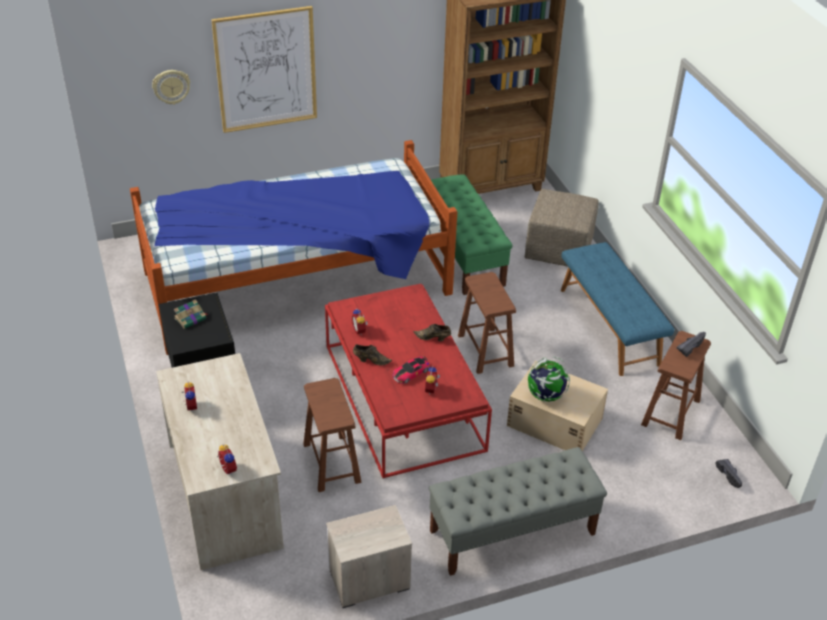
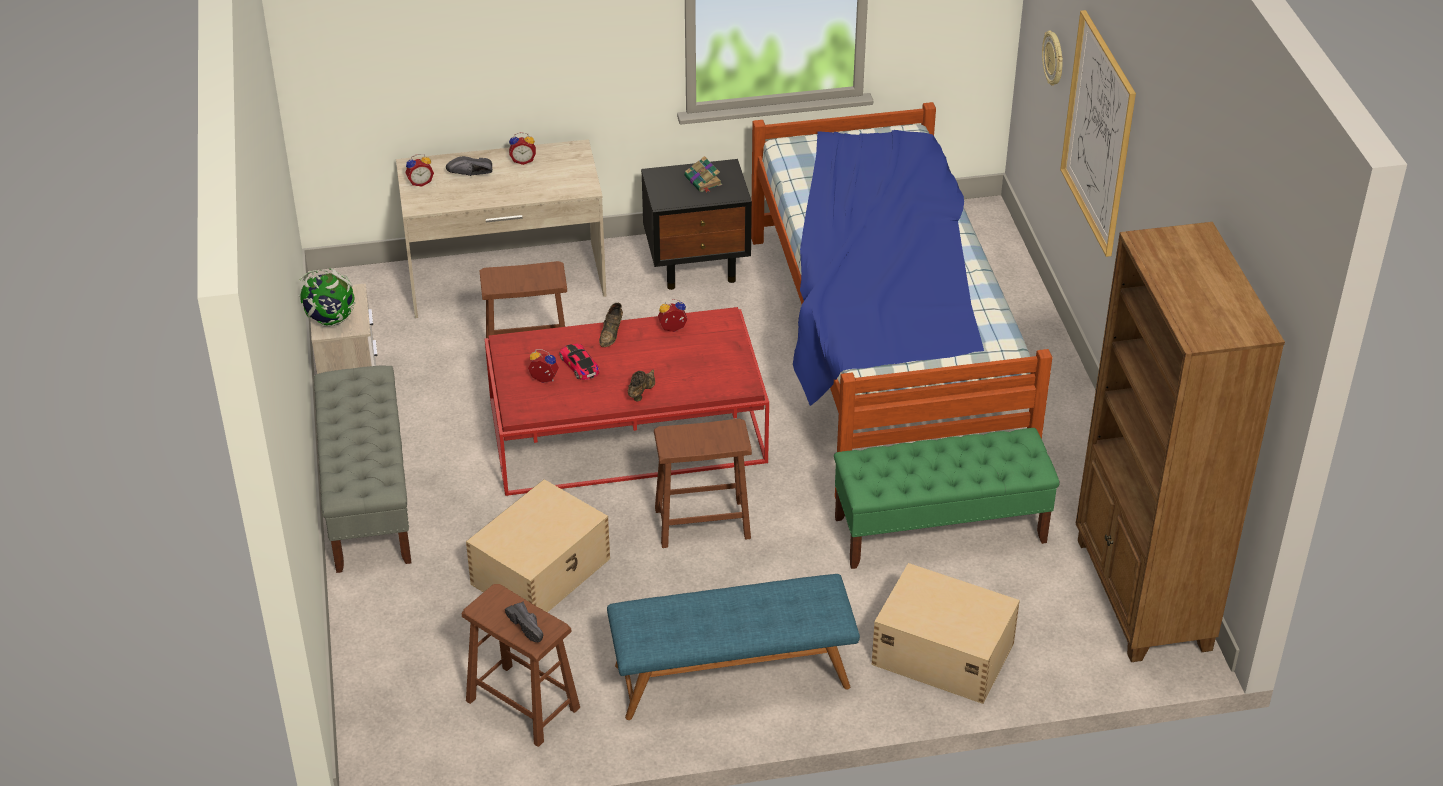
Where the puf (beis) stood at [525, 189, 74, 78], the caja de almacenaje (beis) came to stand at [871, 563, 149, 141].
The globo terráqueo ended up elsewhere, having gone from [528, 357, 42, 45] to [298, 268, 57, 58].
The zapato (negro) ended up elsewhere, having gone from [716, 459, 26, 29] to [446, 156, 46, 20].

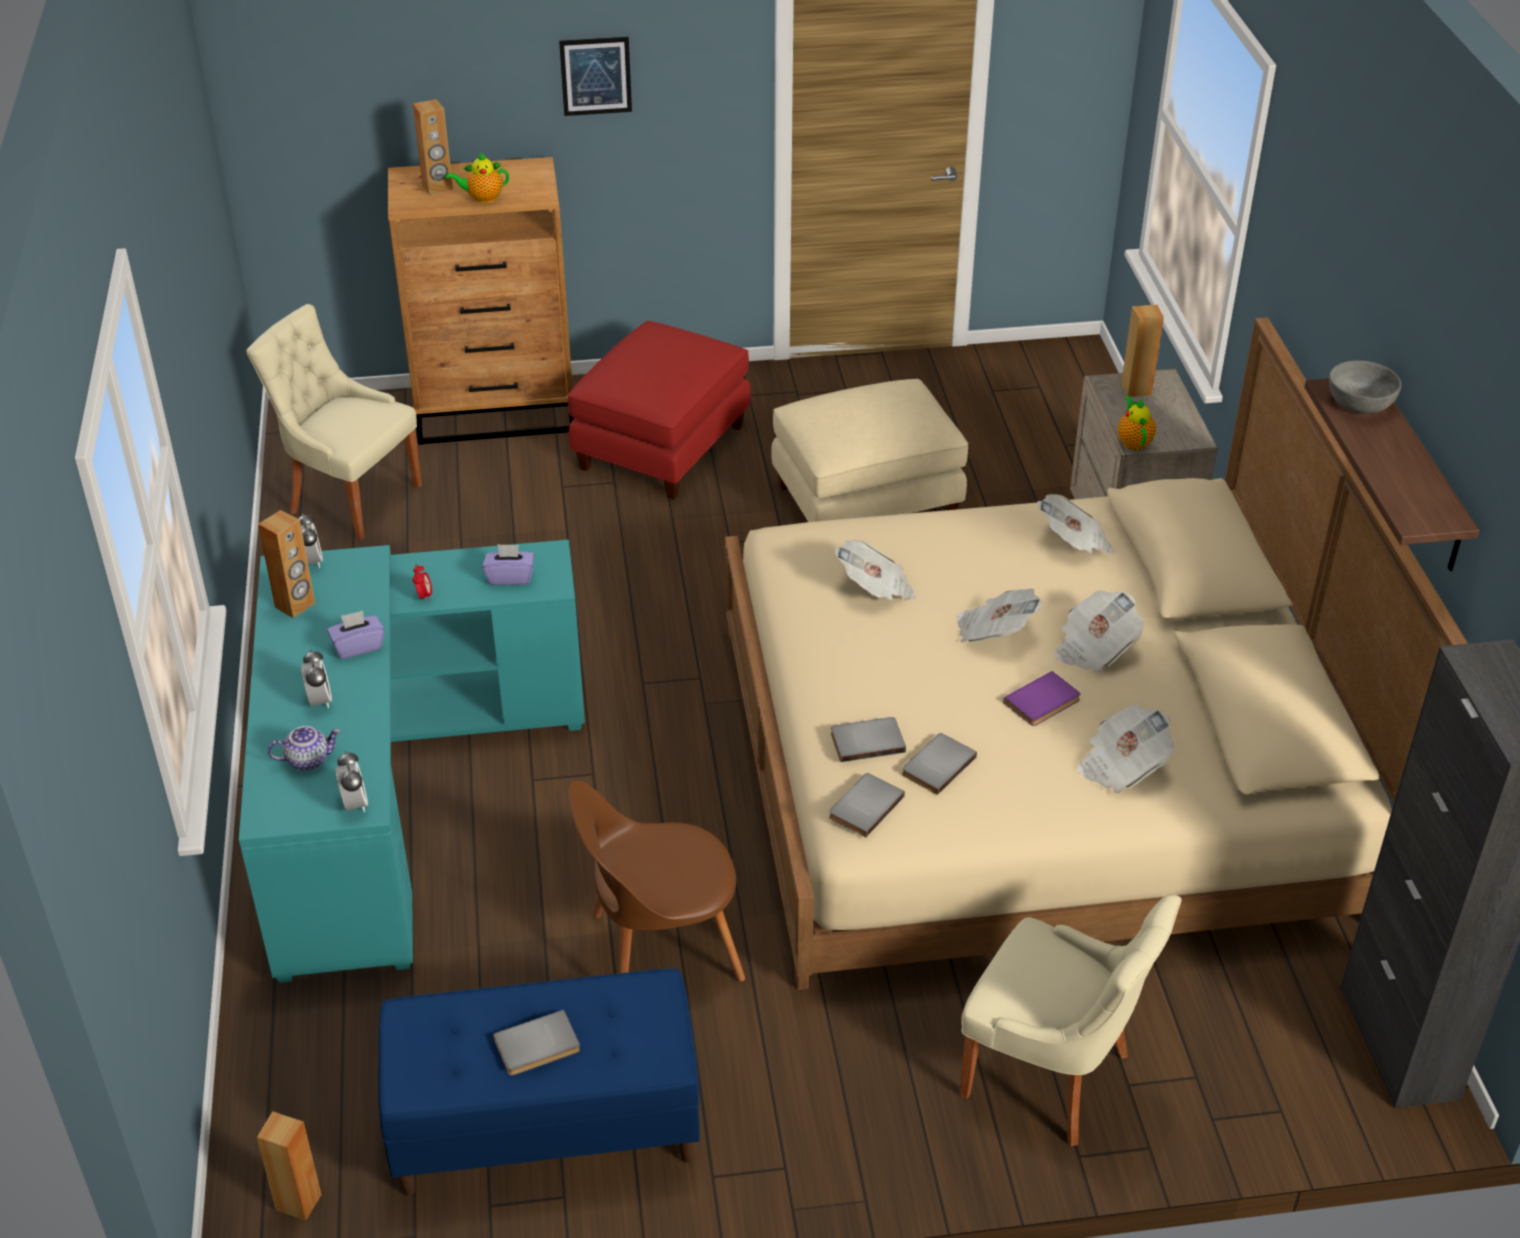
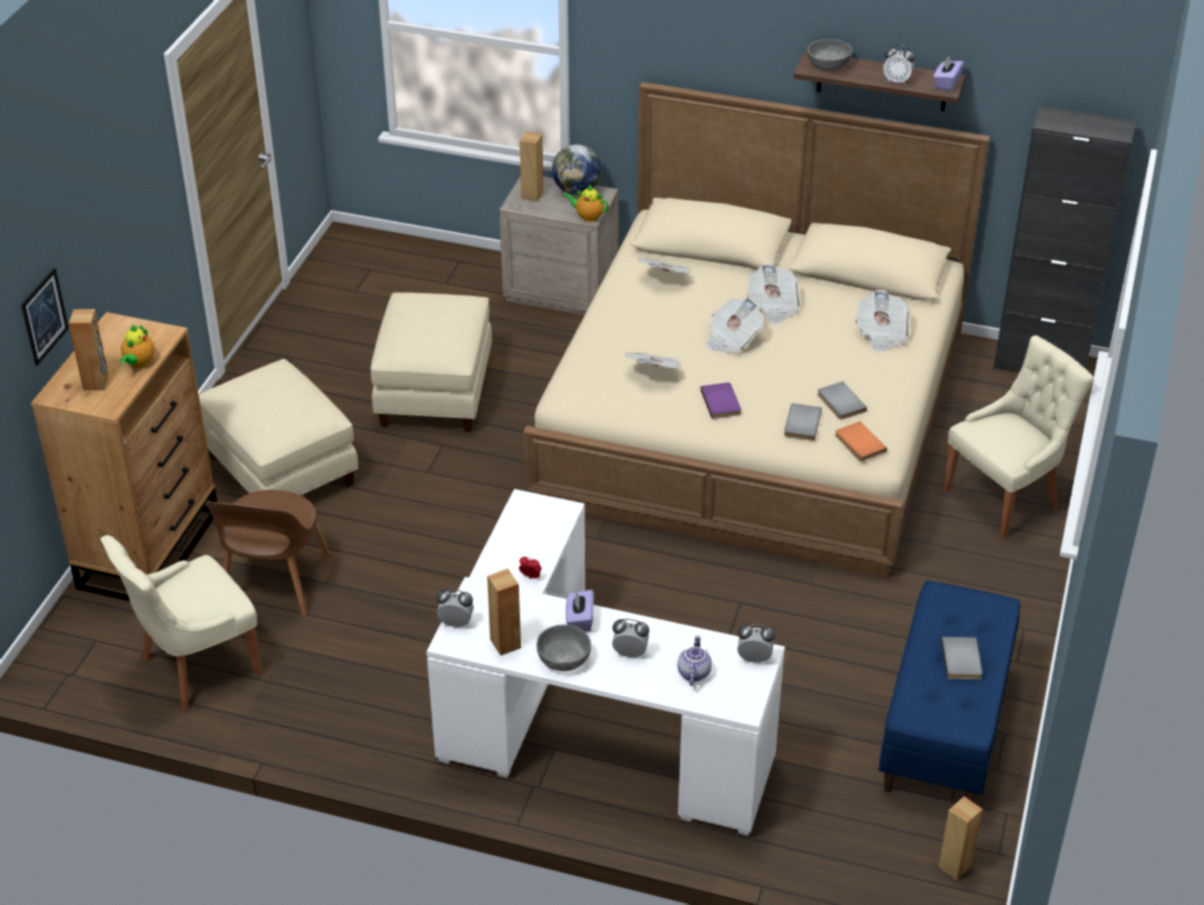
What was the escritorio (turquesa) at [239, 540, 346, 443] turned into the escritorio (blanco) at [427, 489, 358, 346].
The caja de pañuelos (morado) ended up elsewhere, having gone from [482, 544, 52, 41] to [933, 56, 31, 36].
The cuadro ended up elsewhere, having gone from [559, 37, 73, 79] to [21, 268, 48, 98].
What was the puf (rojo) at [568, 321, 183, 179] turned into the puf (beis) at [199, 359, 159, 136].
The silla (marrón) ended up elsewhere, having gone from [568, 781, 177, 201] to [205, 490, 126, 126].
What was the libro (gris) at [829, 773, 76, 64] turned into the libro (naranja) at [835, 421, 52, 40].
The libro (morado) ended up elsewhere, having gone from [1003, 671, 78, 55] to [700, 383, 41, 36].
The second view gained the cuenco (gris) at [537, 625, 54, 46].
The second view gained the globo terráqueo at [552, 144, 50, 51].
The second view gained the despertador at [883, 44, 32, 41].

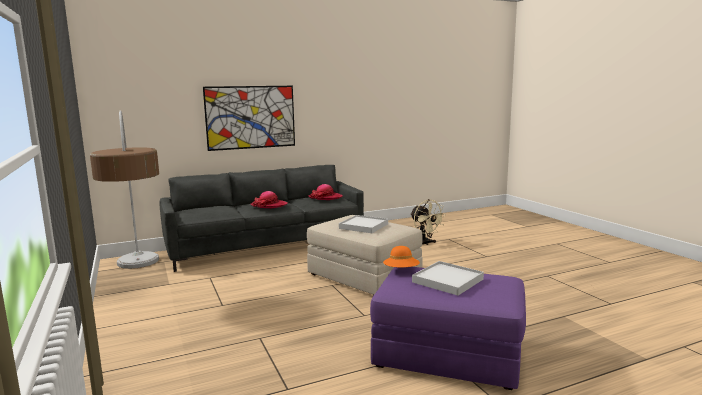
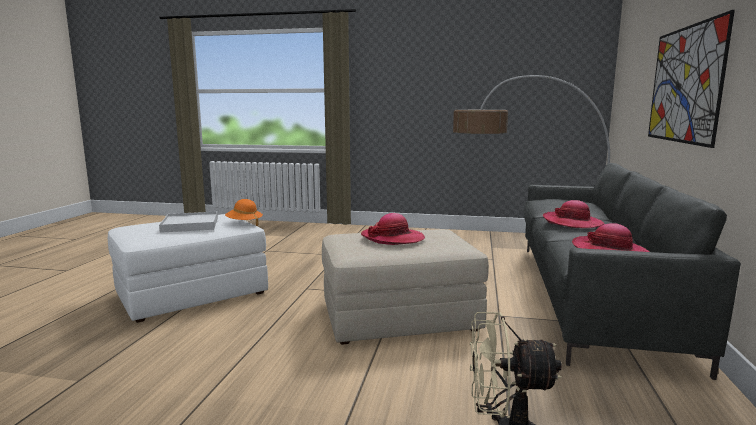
Where the bandeja (blanco) stood at [339, 215, 49, 18], the sombrero came to stand at [361, 213, 64, 32].
What was the puf (morado) at [370, 267, 156, 123] turned into the puf (blanco) at [108, 214, 160, 109].

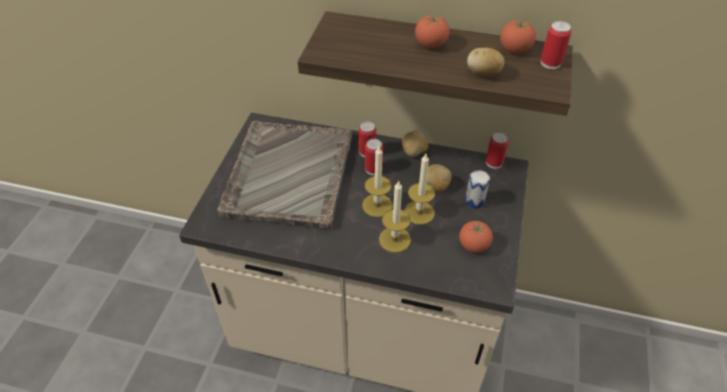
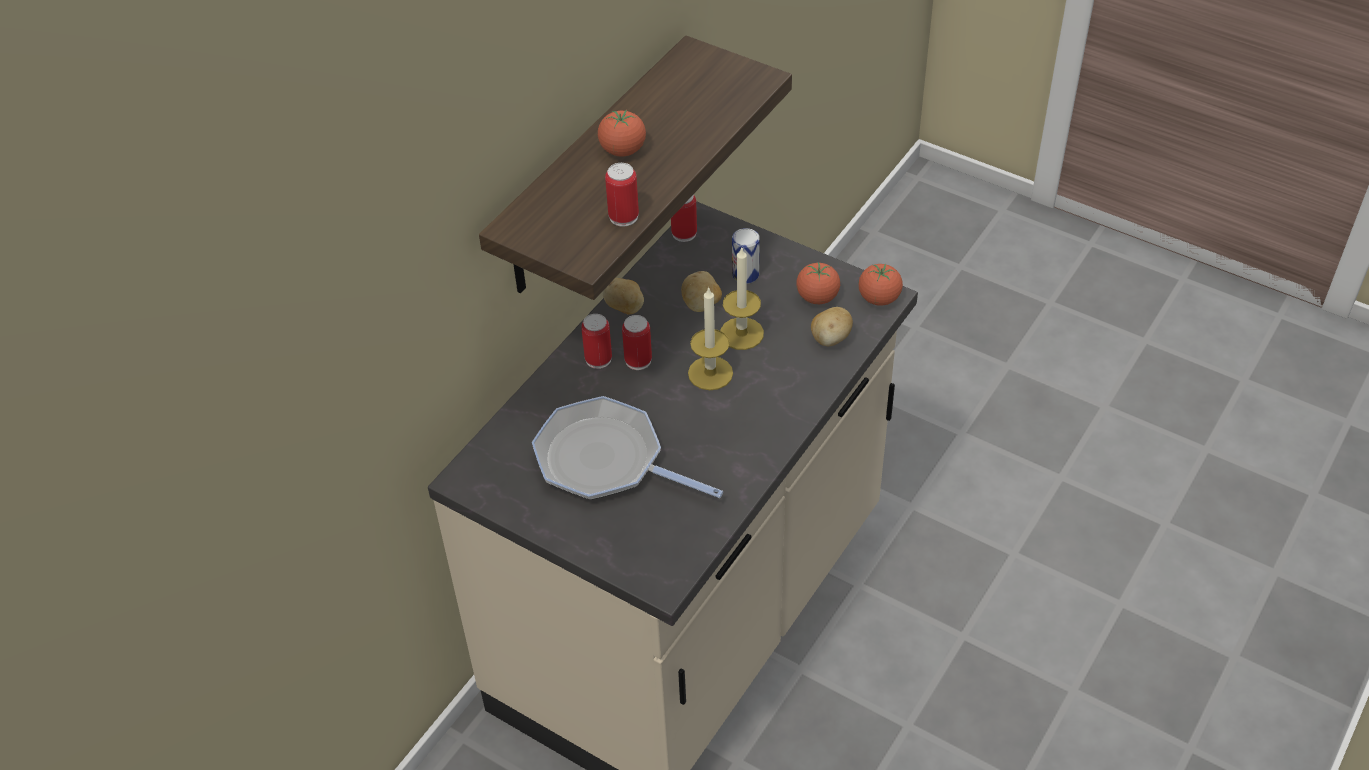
Where the bandeja (gris) stood at [217, 121, 135, 108], the sartén came to stand at [532, 396, 191, 104].
The second view lost the vela at [379, 180, 32, 73].
The patata ended up elsewhere, having gone from [467, 48, 38, 29] to [811, 307, 42, 39].
The tomate ended up elsewhere, having gone from [500, 19, 36, 34] to [858, 264, 45, 42].
The lata ended up elsewhere, having gone from [541, 21, 31, 48] to [605, 163, 34, 64].

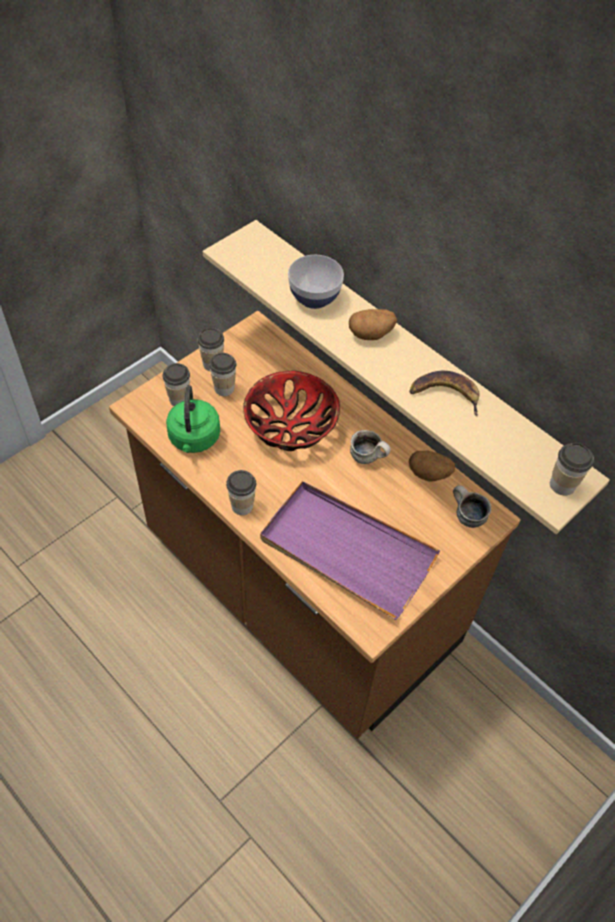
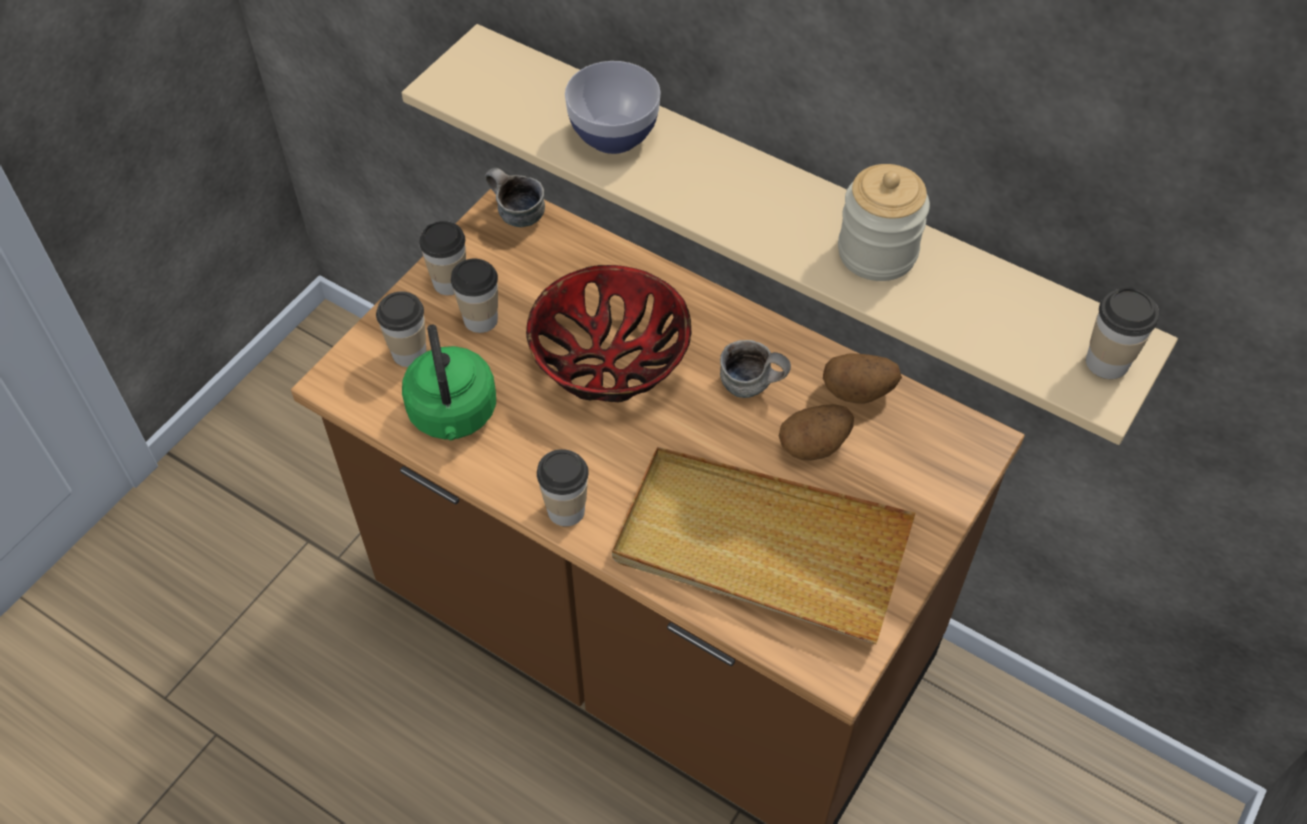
What was the bandeja (morado) at [260, 481, 180, 139] turned into the bandeja (beis) at [612, 447, 304, 197].
The patata ended up elsewhere, having gone from [349, 309, 48, 31] to [779, 404, 75, 57].
Where the plátano stood at [409, 371, 70, 46], the tarro came to stand at [838, 164, 92, 117].
The taza grande ended up elsewhere, having gone from [453, 485, 38, 43] to [485, 168, 60, 59].

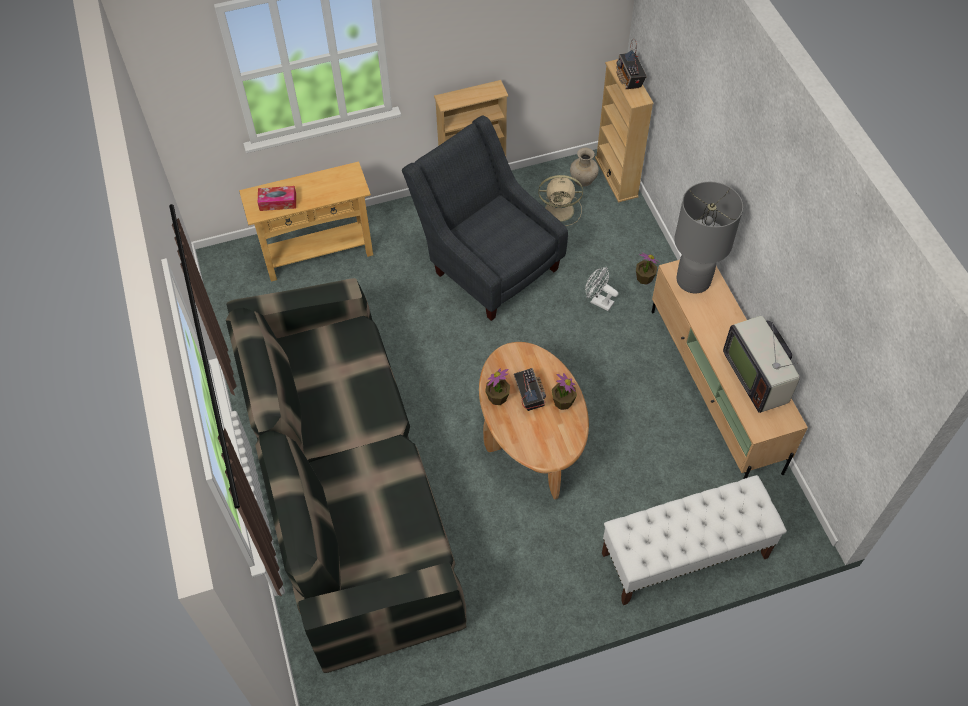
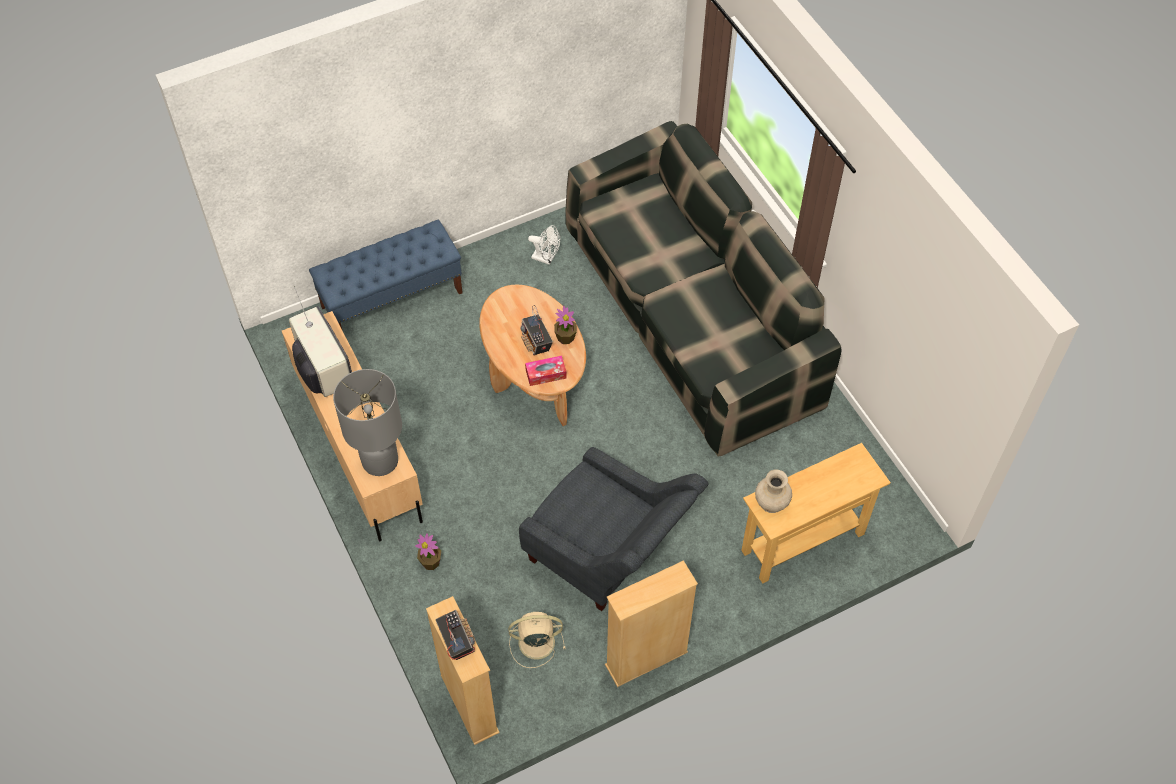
The caja de pañuelos ended up elsewhere, having gone from [257, 186, 39, 25] to [525, 356, 42, 30].
The second view lost the planta en maceta at [552, 373, 25, 37].
The florero (beis) ended up elsewhere, having gone from [570, 147, 29, 40] to [755, 469, 37, 44].
The ventilador (blanco) ended up elsewhere, having gone from [585, 267, 33, 44] to [528, 225, 32, 40].
What was the banco (blanco) at [602, 475, 185, 130] turned into the banco (azul) at [309, 220, 154, 109].

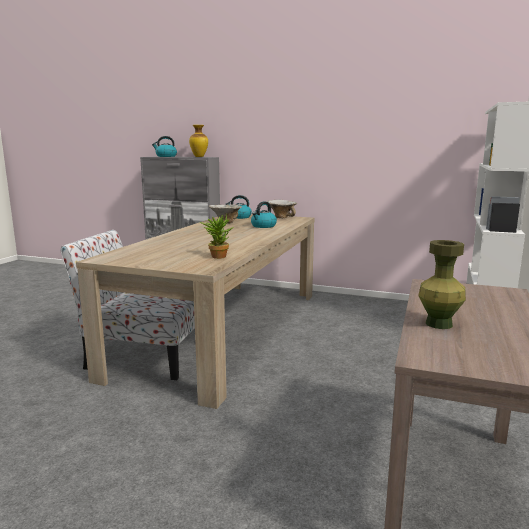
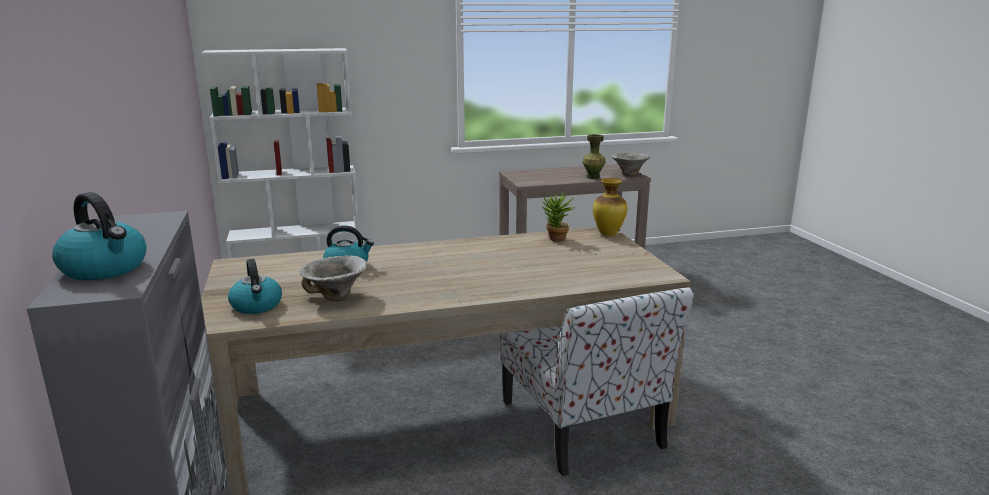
The florero ended up elsewhere, having gone from [189, 125, 19, 32] to [593, 178, 34, 58].
The cuenco ended up elsewhere, having gone from [267, 200, 30, 18] to [611, 152, 39, 24].

